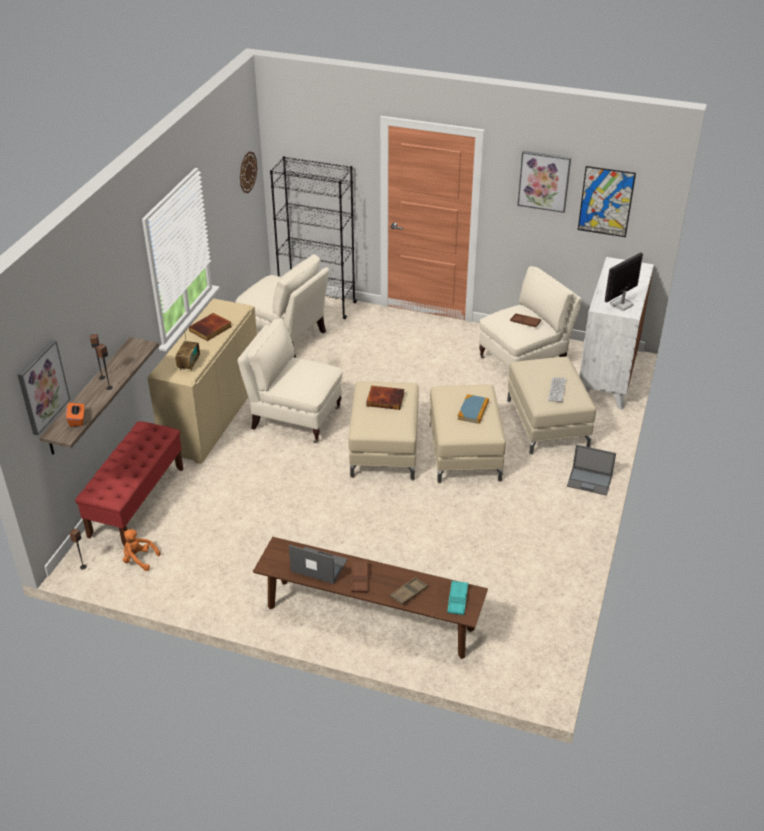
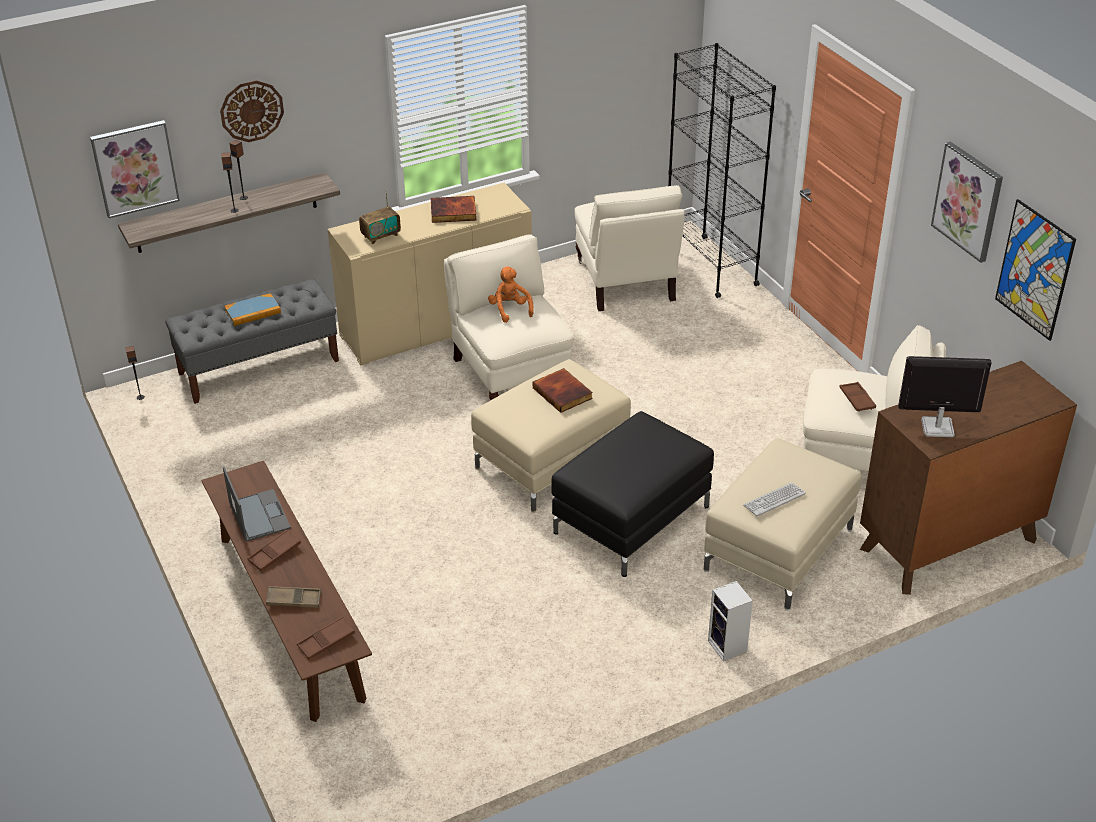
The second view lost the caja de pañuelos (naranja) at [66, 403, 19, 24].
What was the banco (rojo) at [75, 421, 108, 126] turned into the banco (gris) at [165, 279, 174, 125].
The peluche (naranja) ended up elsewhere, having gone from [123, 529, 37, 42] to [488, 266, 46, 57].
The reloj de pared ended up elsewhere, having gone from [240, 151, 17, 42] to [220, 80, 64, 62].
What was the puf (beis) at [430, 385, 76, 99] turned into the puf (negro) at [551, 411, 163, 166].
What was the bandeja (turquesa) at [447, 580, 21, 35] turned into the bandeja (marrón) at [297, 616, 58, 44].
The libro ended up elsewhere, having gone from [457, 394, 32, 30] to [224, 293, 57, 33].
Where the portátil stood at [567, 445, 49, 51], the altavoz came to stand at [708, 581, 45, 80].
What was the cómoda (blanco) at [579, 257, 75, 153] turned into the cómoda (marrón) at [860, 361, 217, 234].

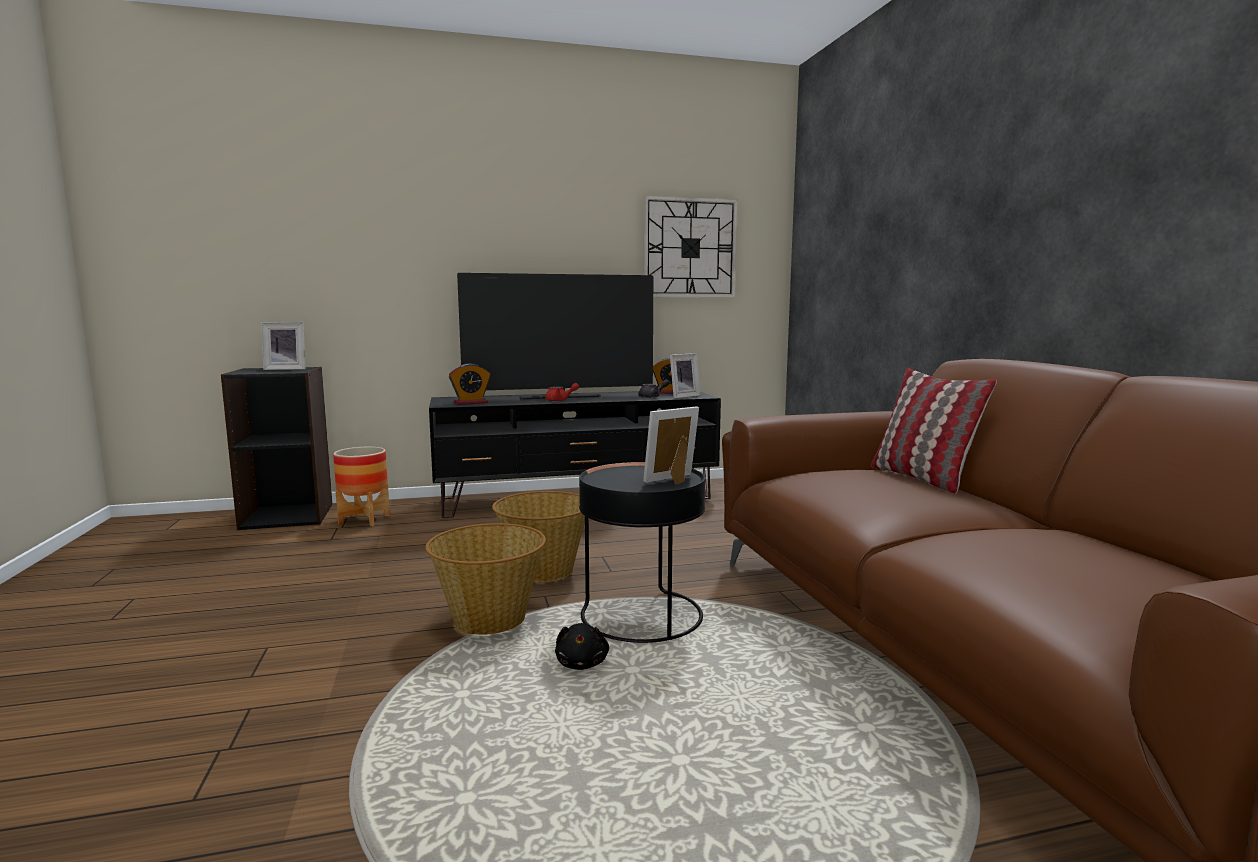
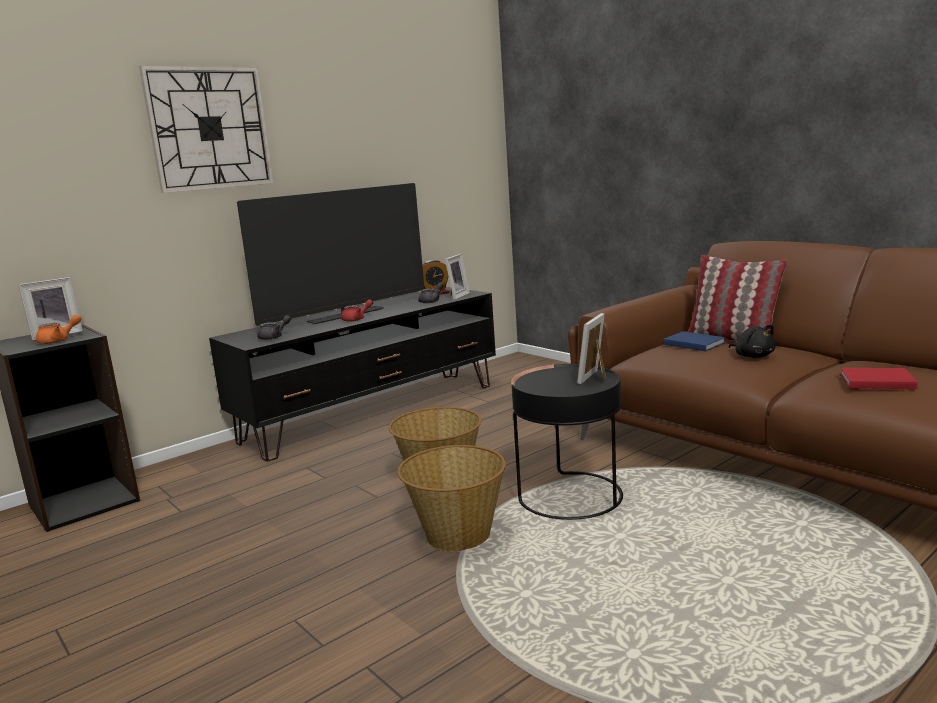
The second view lost the maceta at [333, 447, 57, 79].
Where the despertador stood at [449, 363, 42, 42], the tetera (gris) came to stand at [257, 315, 34, 25].
The peluche (negro) ended up elsewhere, having gone from [555, 623, 54, 47] to [729, 324, 47, 34].
The reloj de pared ended up elsewhere, having gone from [644, 196, 94, 102] to [139, 65, 135, 128].
The second view gained the tetera (naranja) at [36, 314, 46, 30].
The second view gained the libro (azul) at [663, 331, 62, 20].
The second view gained the libro (rojo) at [840, 368, 78, 21].

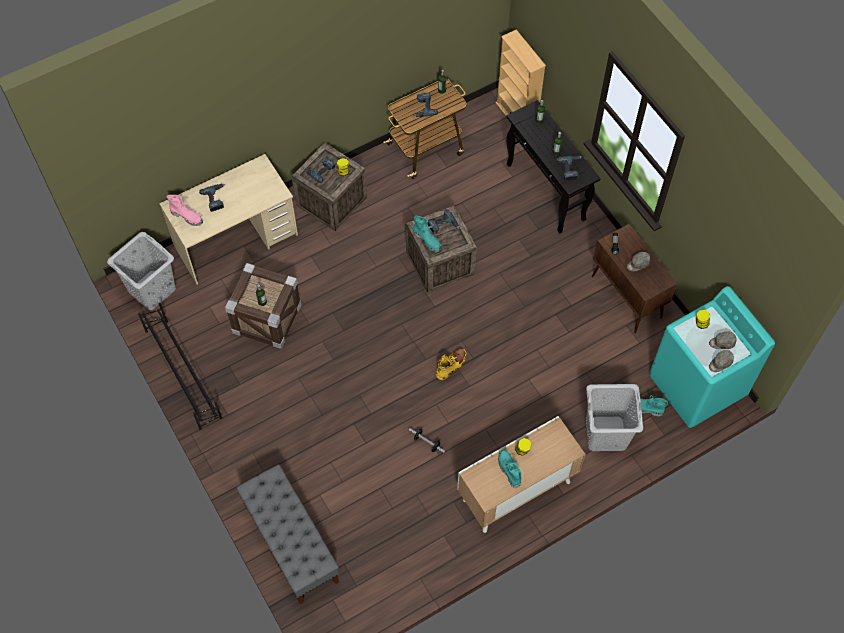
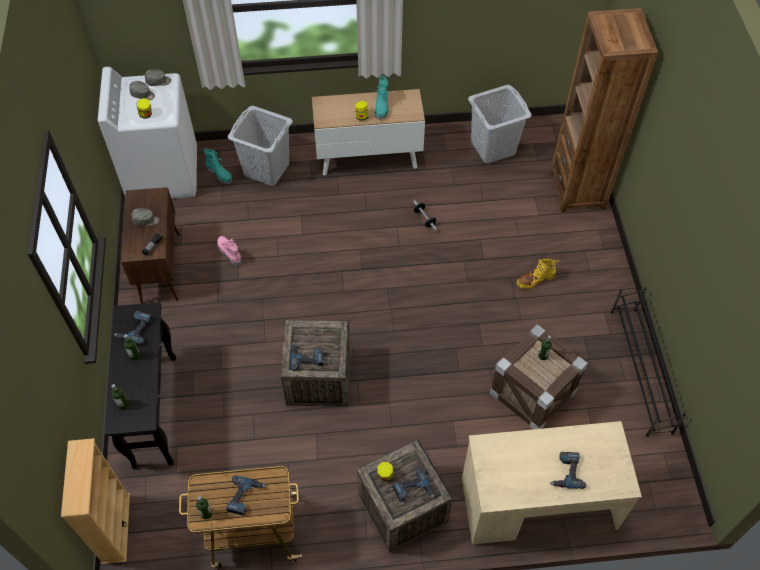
The cesto de la ropa (gris) ended up elsewhere, having gone from [107, 232, 69, 78] to [468, 85, 63, 78].
The bota (rosa) ended up elsewhere, having gone from [167, 195, 36, 31] to [217, 236, 25, 30].
Where the banco (gris) stood at [236, 464, 103, 140], the estantería (marrón) came to stand at [550, 8, 108, 205].
The second view lost the bota (turquesa) at [414, 216, 27, 36].
The bota (amarillo) ended up elsewhere, having gone from [436, 348, 31, 32] to [517, 258, 42, 31].
What was the lavadora (turquesa) at [649, 286, 126, 142] turned into the lavadora (blanco) at [98, 67, 99, 132].

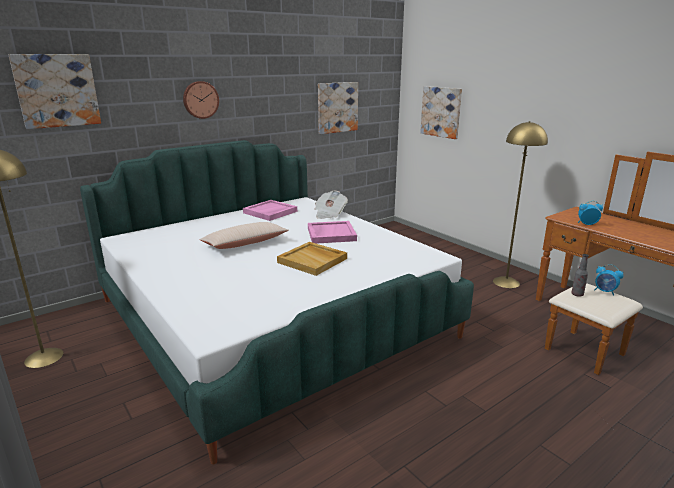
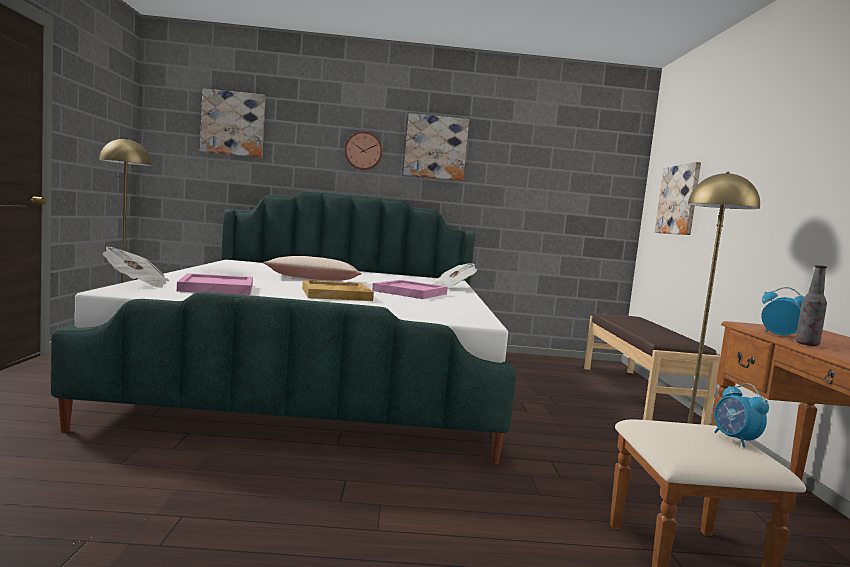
The bandeja (rosa) ended up elsewhere, having gone from [243, 200, 54, 21] to [177, 273, 76, 22].
The cuadro ended up elsewhere, having gone from [318, 82, 40, 52] to [404, 113, 65, 68].
The botella ended up elsewhere, having gone from [571, 254, 18, 43] to [795, 265, 32, 81].
The second view gained the periódico at [103, 247, 66, 41].
The second view gained the banco (marrón) at [584, 313, 136, 112].

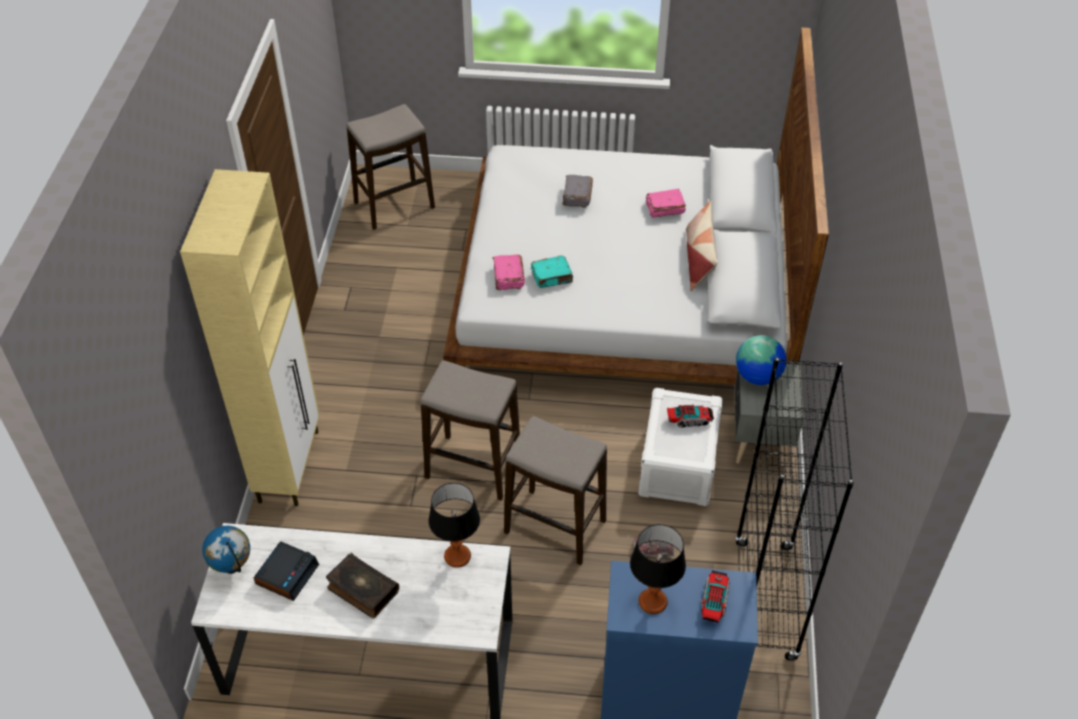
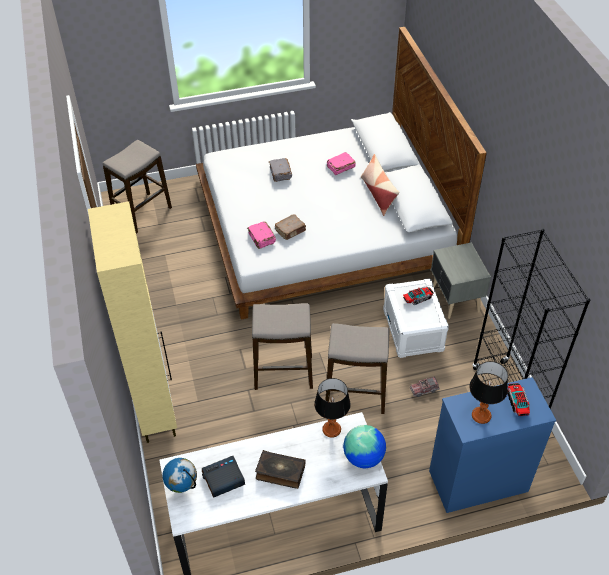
The despertador at [254, 541, 65, 60] ended up facing another way, 120 degrees counterclockwise from before.
What was the libro (turquesa) at [531, 255, 43, 33] turned into the libro (marrón) at [275, 214, 31, 26].
The globo terráqueo ended up elsewhere, having gone from [736, 335, 51, 50] to [343, 425, 43, 43].

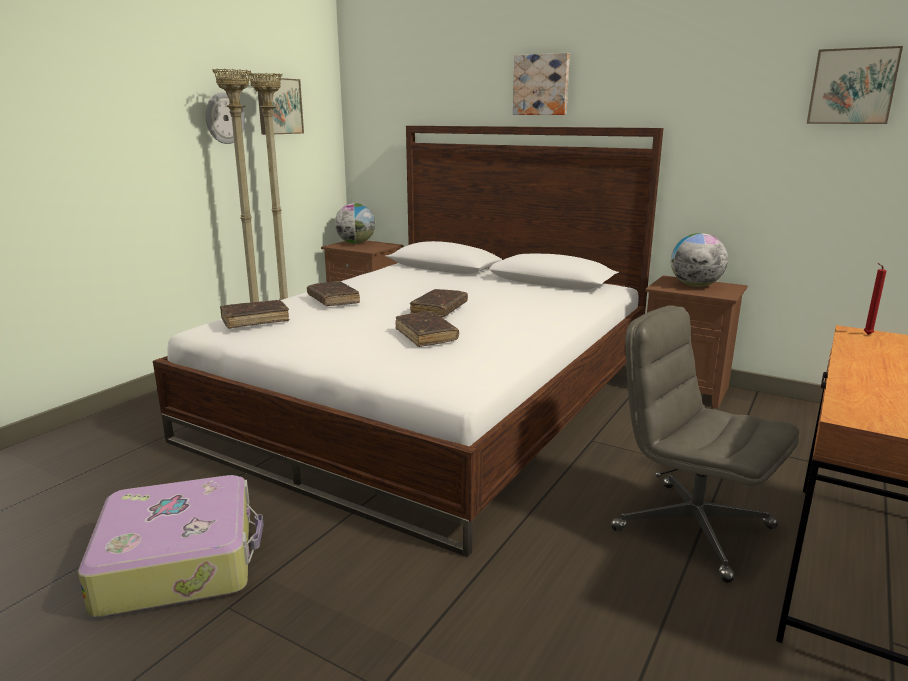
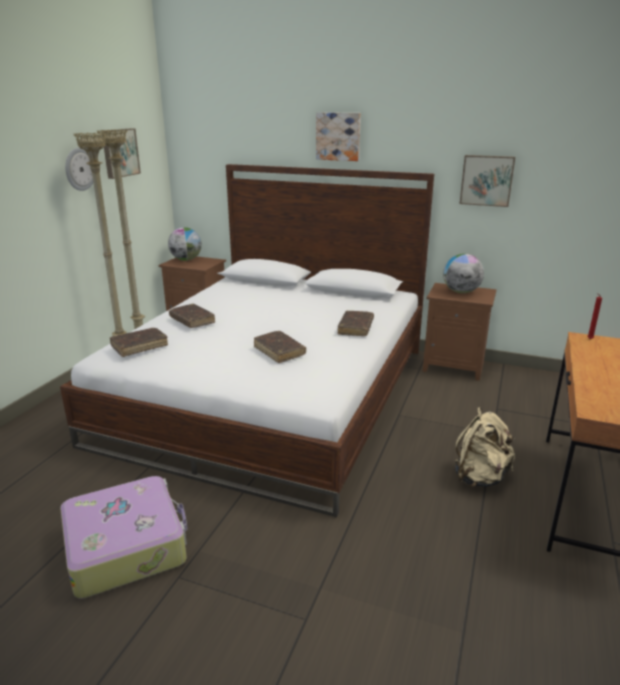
The libro (marrón) ended up elsewhere, having gone from [410, 289, 58, 28] to [337, 311, 37, 25].
Where the silla de oficina (gris) stood at [611, 306, 188, 277], the mochila (beis) came to stand at [455, 407, 60, 80].
The cuadro ended up elsewhere, having gone from [807, 46, 96, 78] to [460, 155, 55, 52].

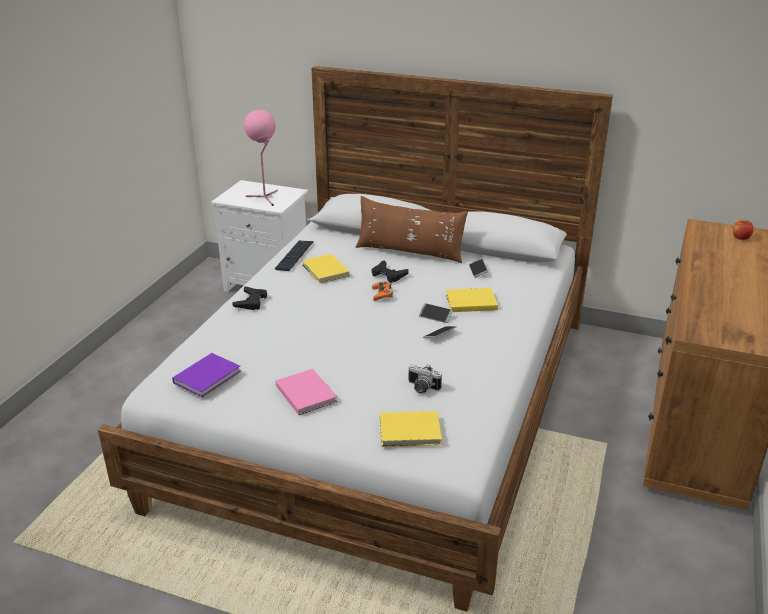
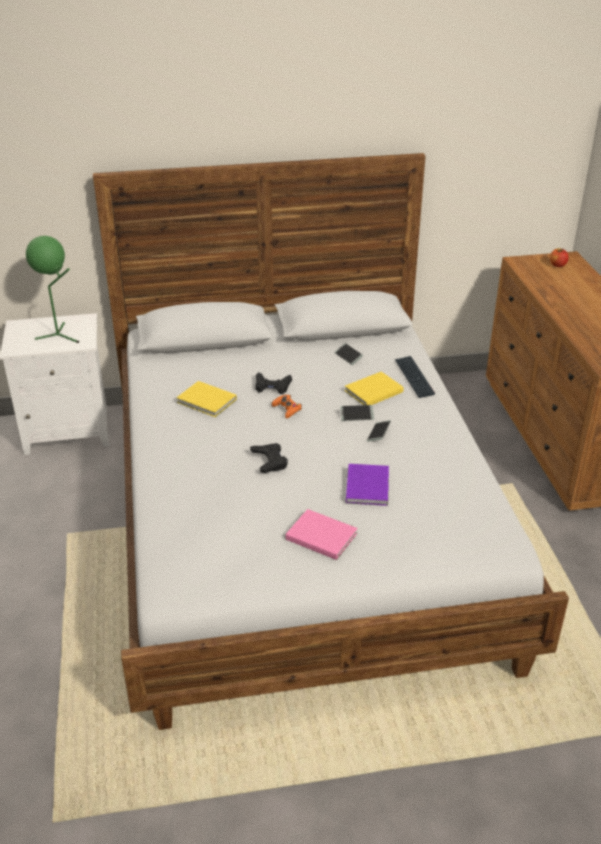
The libro (morado) ended up elsewhere, having gone from [172, 353, 69, 44] to [346, 464, 43, 42].
The mando de consola (negro) ended up elsewhere, having gone from [232, 286, 35, 24] to [250, 443, 38, 30].
What was the lámpara de mesa (rosa) at [244, 110, 34, 96] turned into the lámpara de mesa (verde) at [26, 236, 53, 107].
The teclado ended up elsewhere, having gone from [275, 241, 38, 30] to [395, 356, 40, 42].
The second view lost the cojín (marrón) at [355, 196, 113, 67].
The second view lost the libro (amarillo) at [380, 411, 62, 36].
The second view lost the cámara at [409, 364, 33, 29].

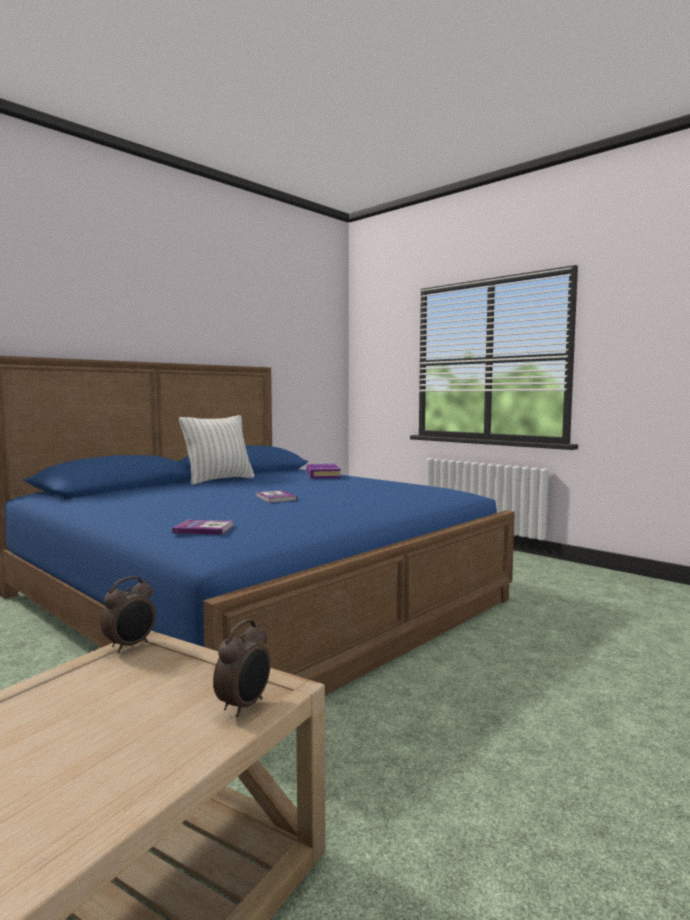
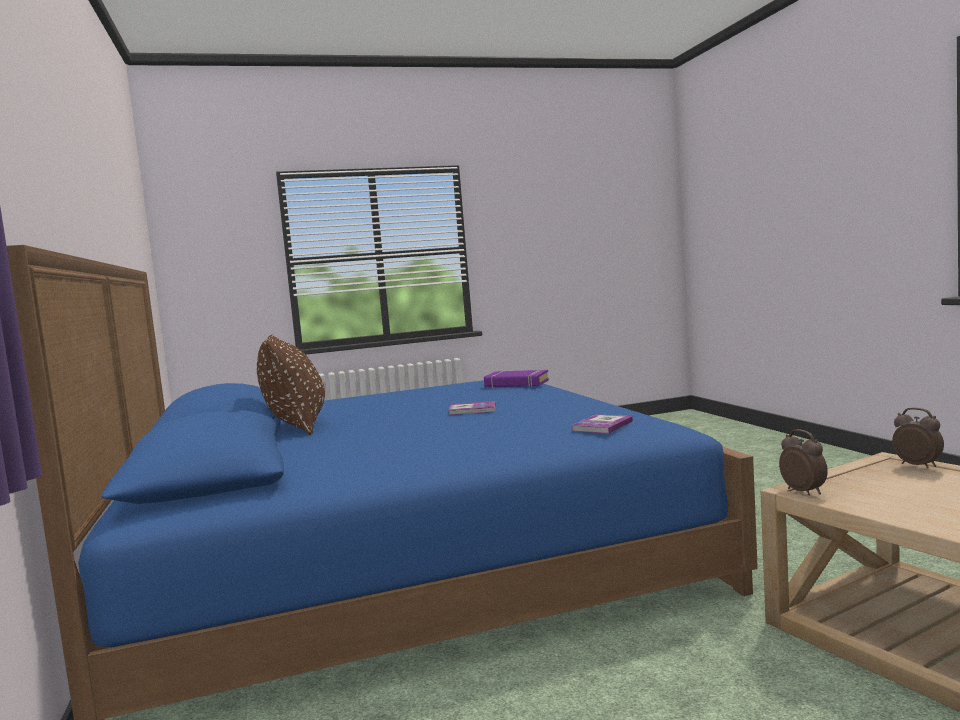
What was the cojín (blanco) at [179, 415, 75, 70] turned into the cojín (marrón) at [257, 334, 68, 101].
The libro (morado) ended up elsewhere, having gone from [306, 464, 35, 15] to [484, 370, 65, 18].

